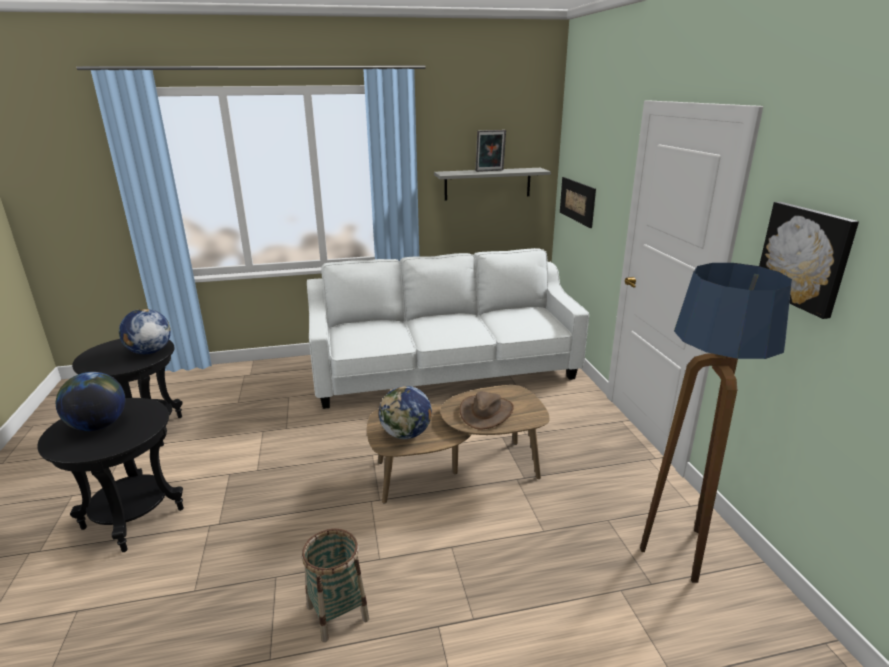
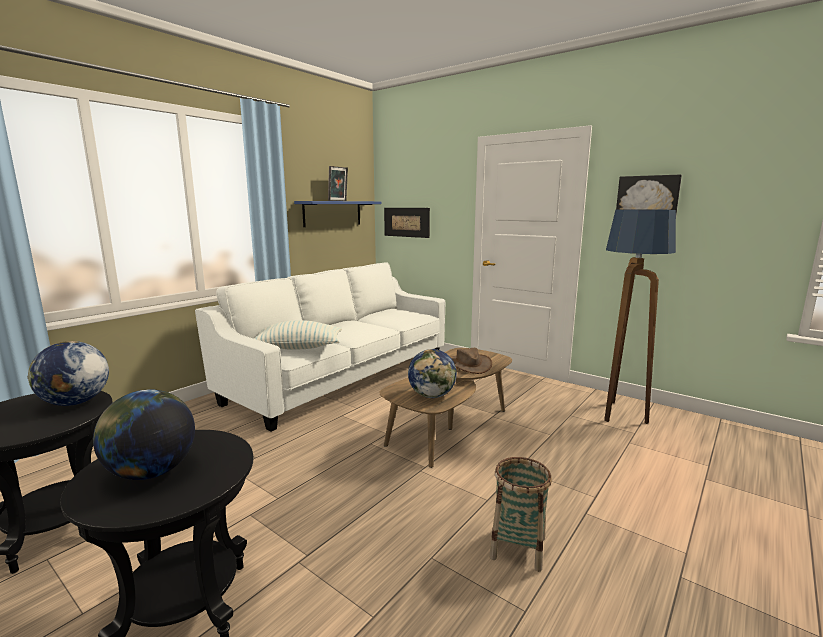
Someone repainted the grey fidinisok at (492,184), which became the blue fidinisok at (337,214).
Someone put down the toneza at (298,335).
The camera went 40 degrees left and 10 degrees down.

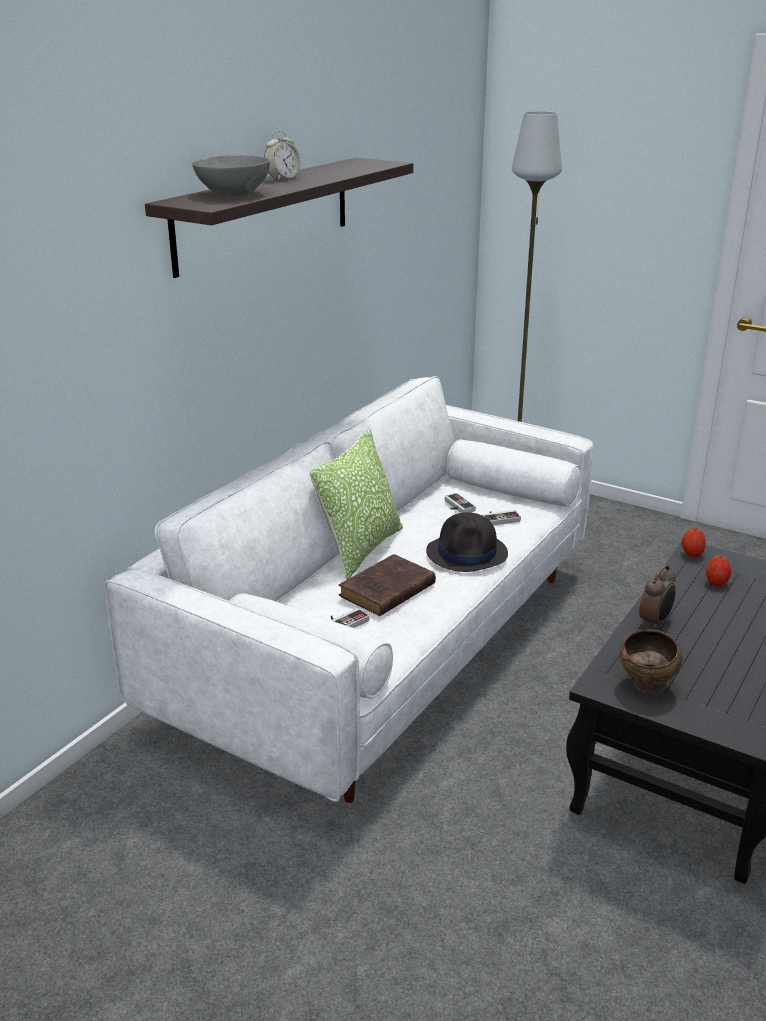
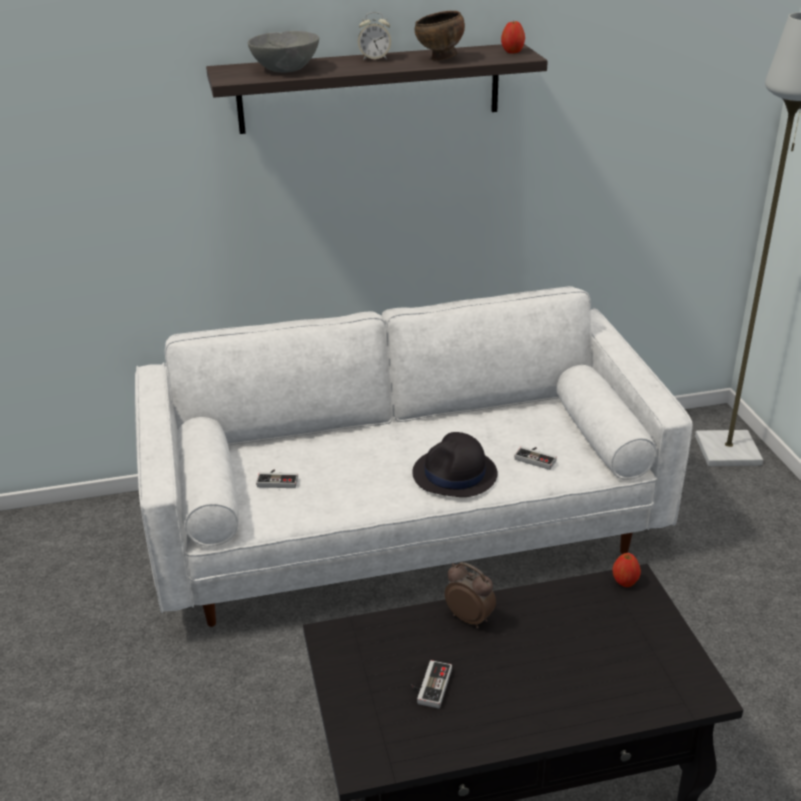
Someone took away the toneza at (356,504).
Someone carried the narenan from (460,503) to (431,684).
Someone took away the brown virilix at (387,585).
Someone carried the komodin from (718,570) to (513,36).
Someone rotated the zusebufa at (657,597) by 135 degrees counterclockwise.
Someone carried the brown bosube from (651,660) to (440,35).
The camera went 45 degrees right and 5 degrees up.

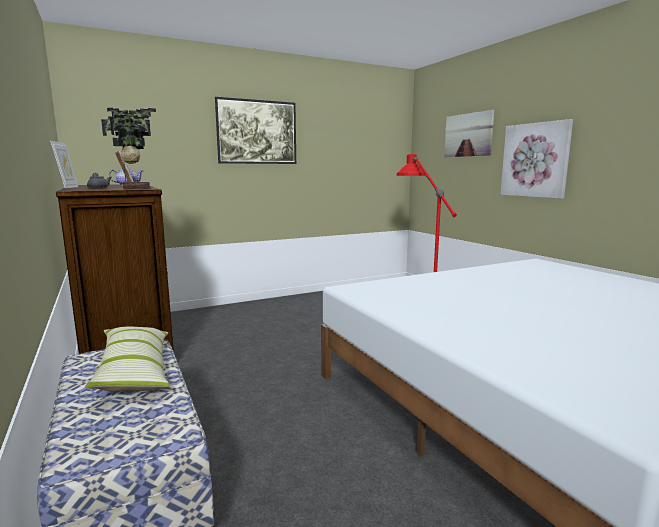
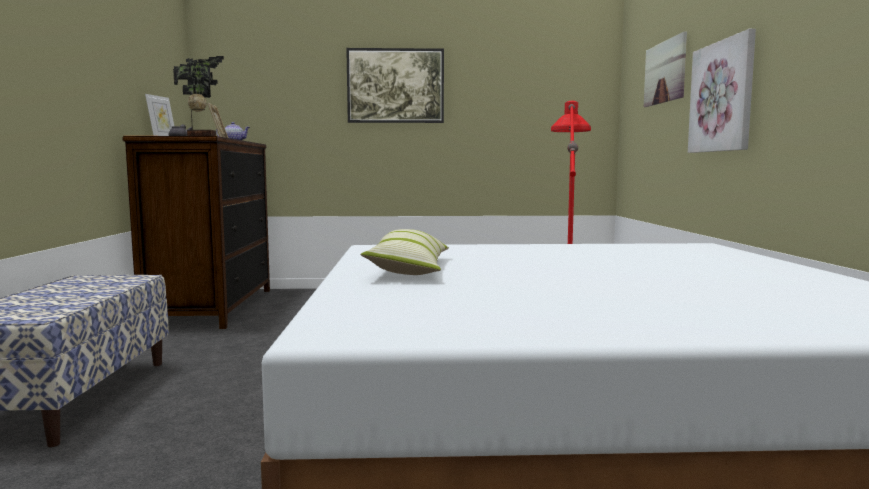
Someone carried the toneza from (127,359) to (405,252).
The camera went 25 degrees right and 5 degrees down.

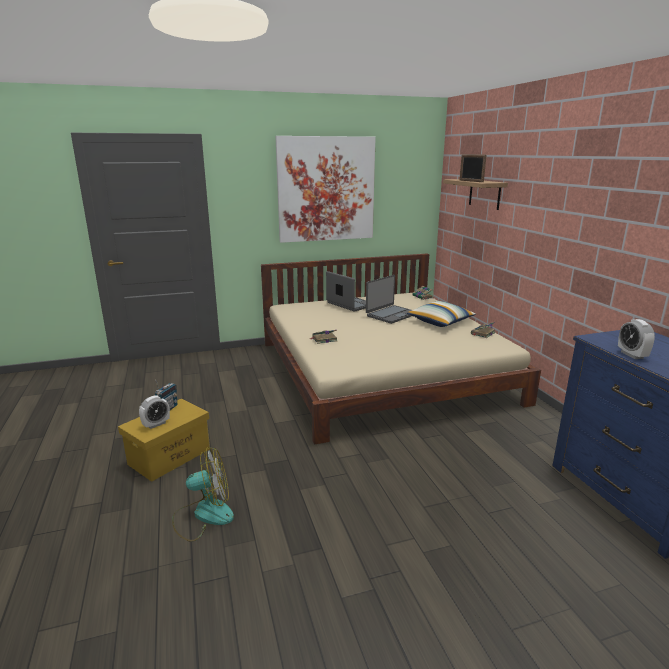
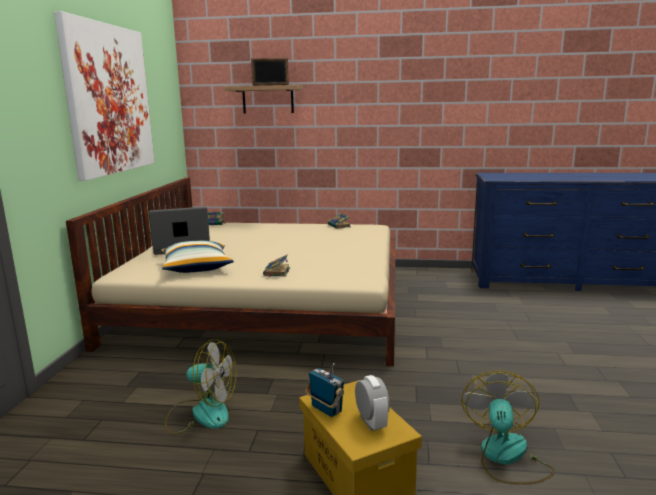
Someone took away the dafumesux at (389,299).
Someone carried the toneza from (441,314) to (197,256).
Someone took away the zusebufa at (636,339).
Someone put down the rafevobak at (200,387).
The camera went 65 degrees left and 5 degrees down.

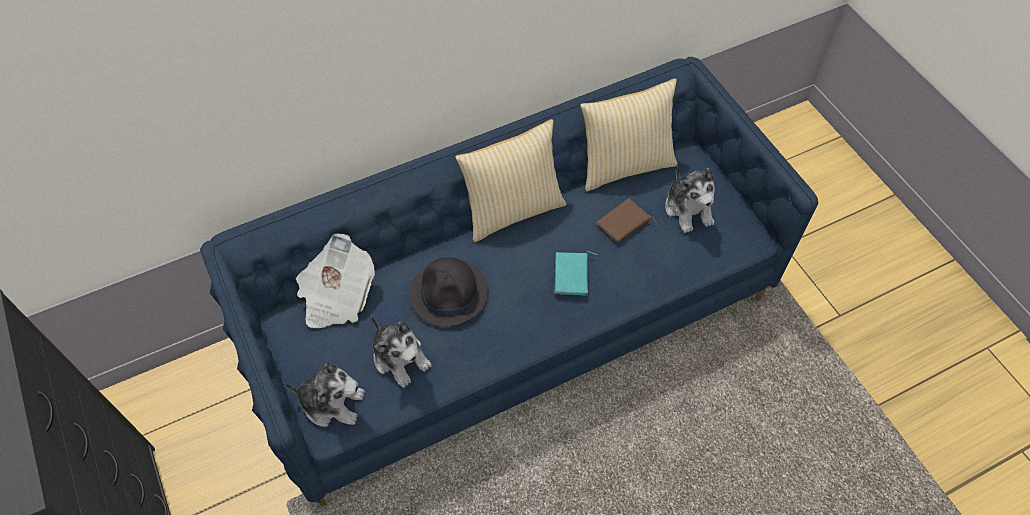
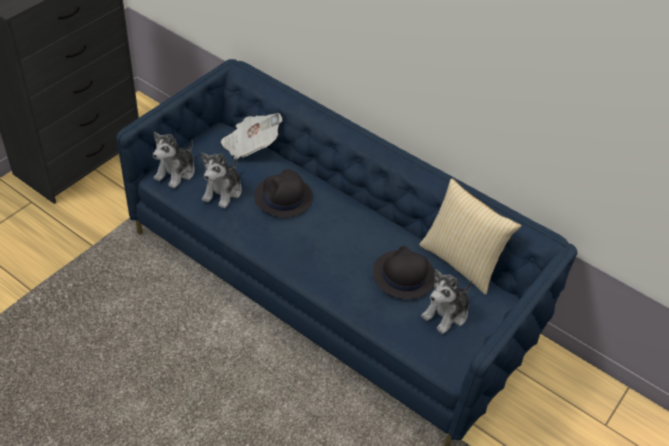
Someone took away the toneza at (510,180).
Someone swapped the brown virilix at (627,220) for the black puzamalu at (404,272).
Someone took away the turquoise virilix at (576,273).
Someone rotated the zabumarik at (324,395) by 45 degrees clockwise.
The camera went 60 degrees right and 10 degrees down.

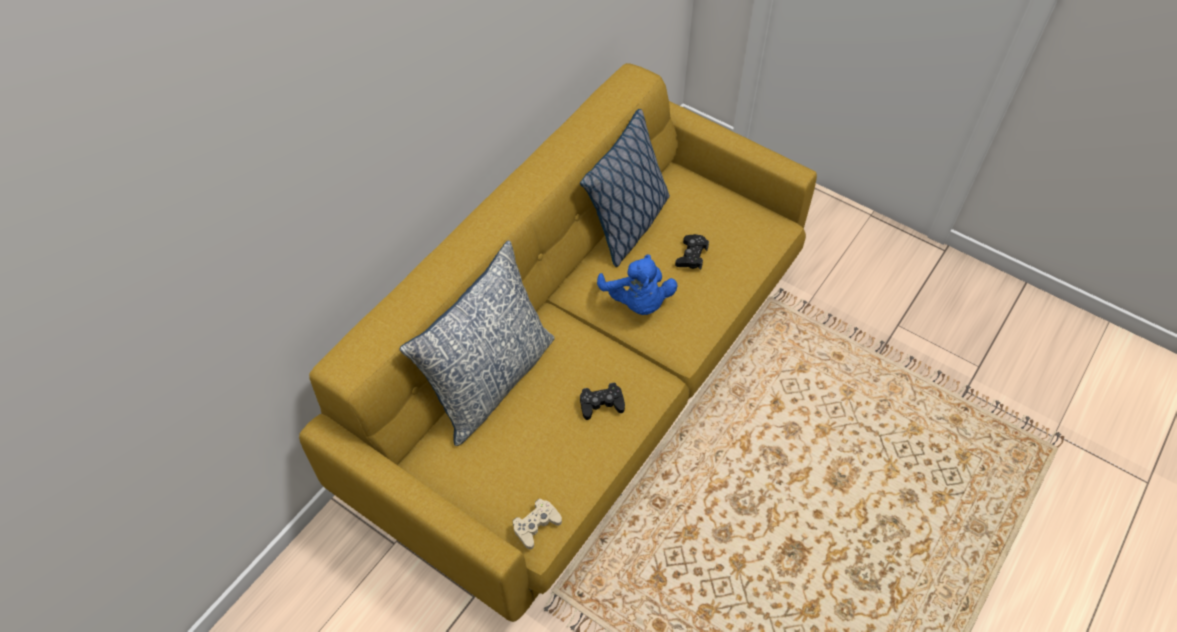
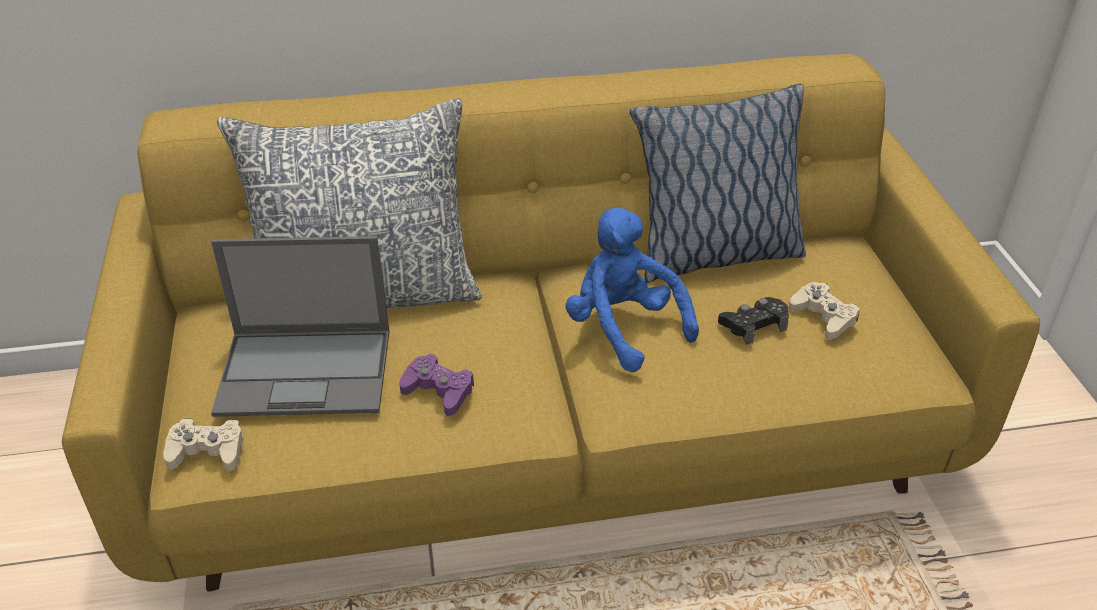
Someone rotated the blue zabumarik at (637,284) by 120 degrees clockwise.
Someone repainted the black narenan at (602,401), which became the purple narenan at (436,385).
Someone put down the dafumesux at (300,326).
Someone put down the beige narenan at (824,311).
The camera went 45 degrees right and 15 degrees down.

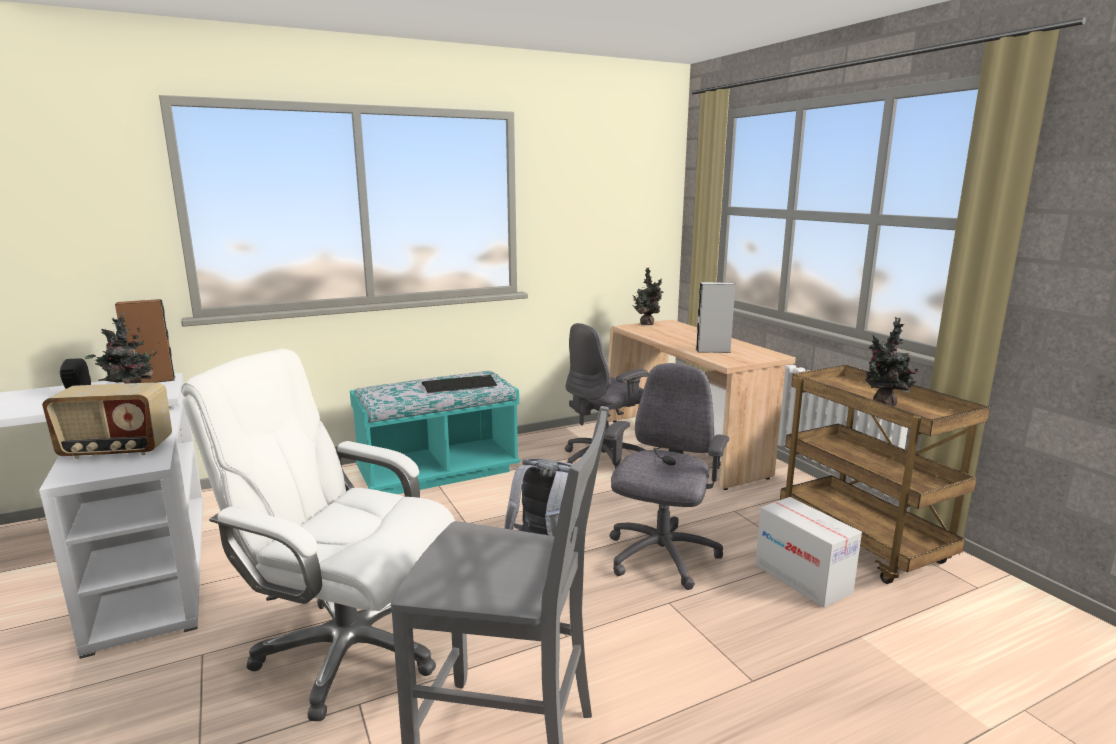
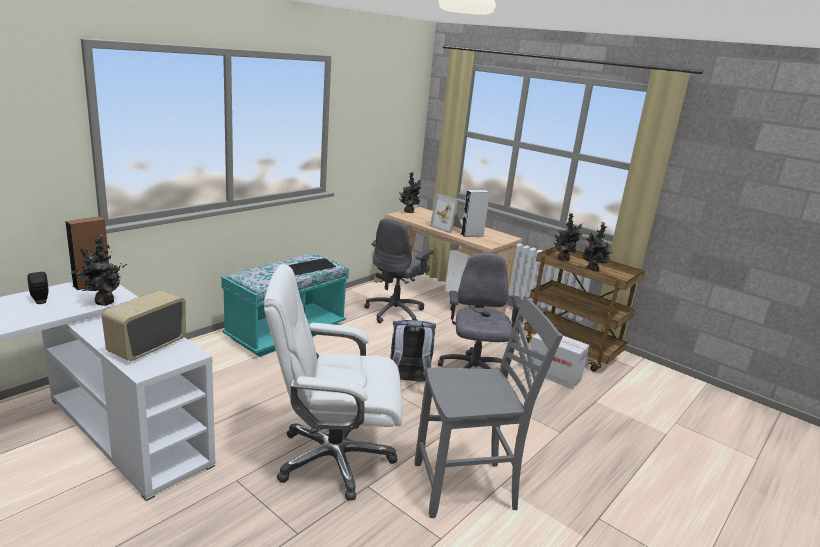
Someone rotated the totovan at (107,420) by 150 degrees clockwise.
Someone put down the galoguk at (446,213).
Someone put down the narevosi at (568,237).
The camera went 25 degrees left and 5 degrees up.

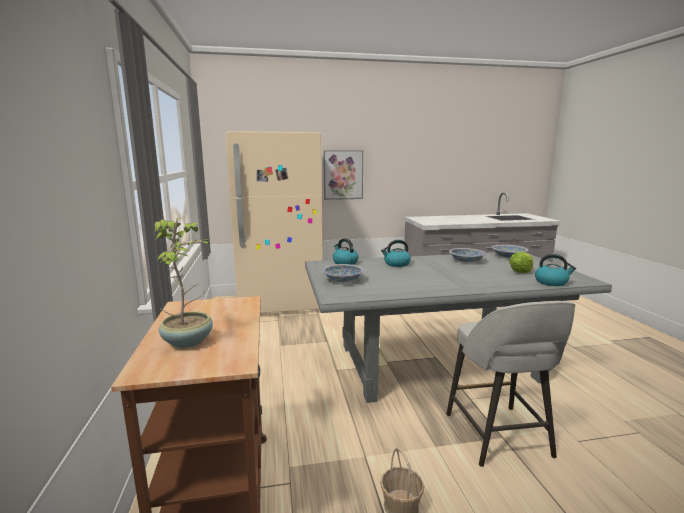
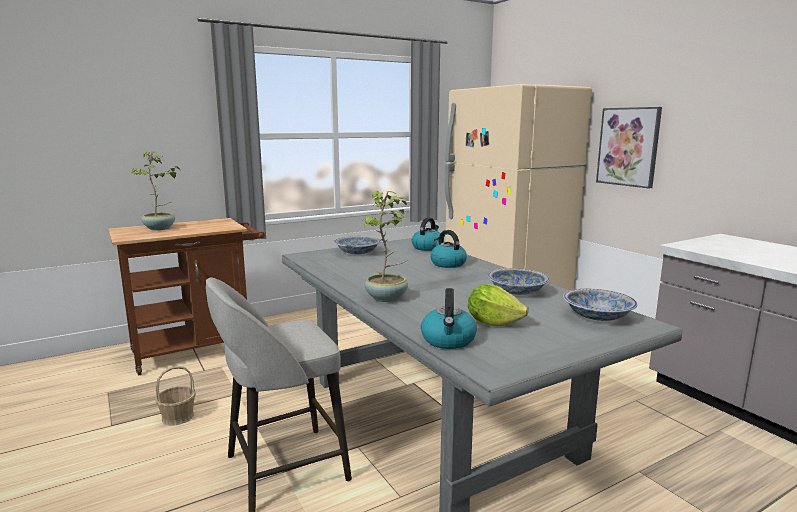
Someone put down the narevosi at (386,246).
The camera went 70 degrees right and 0 degrees up.

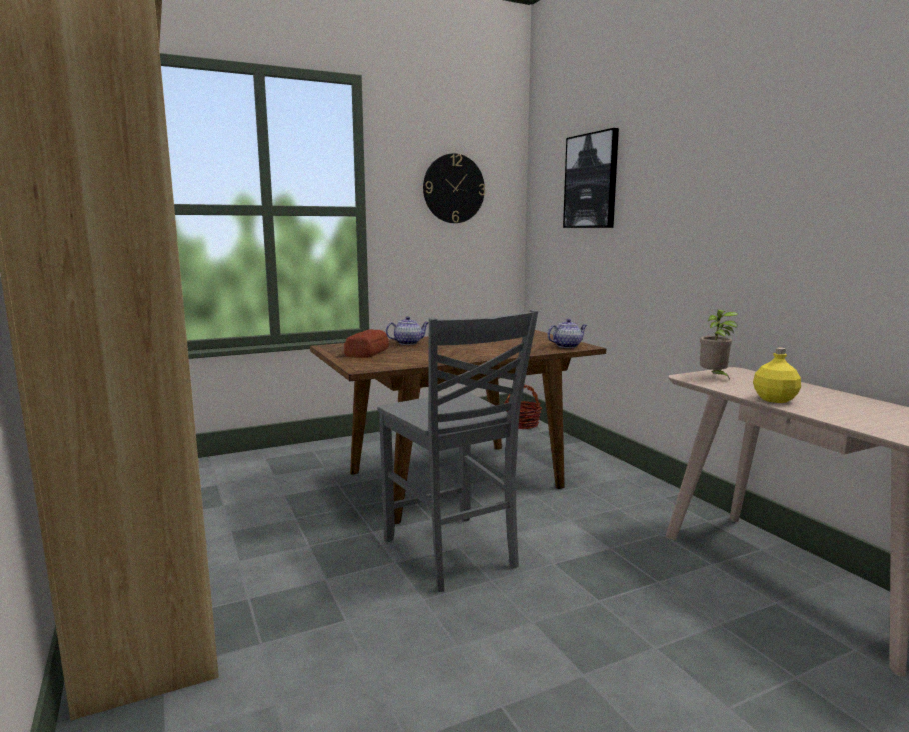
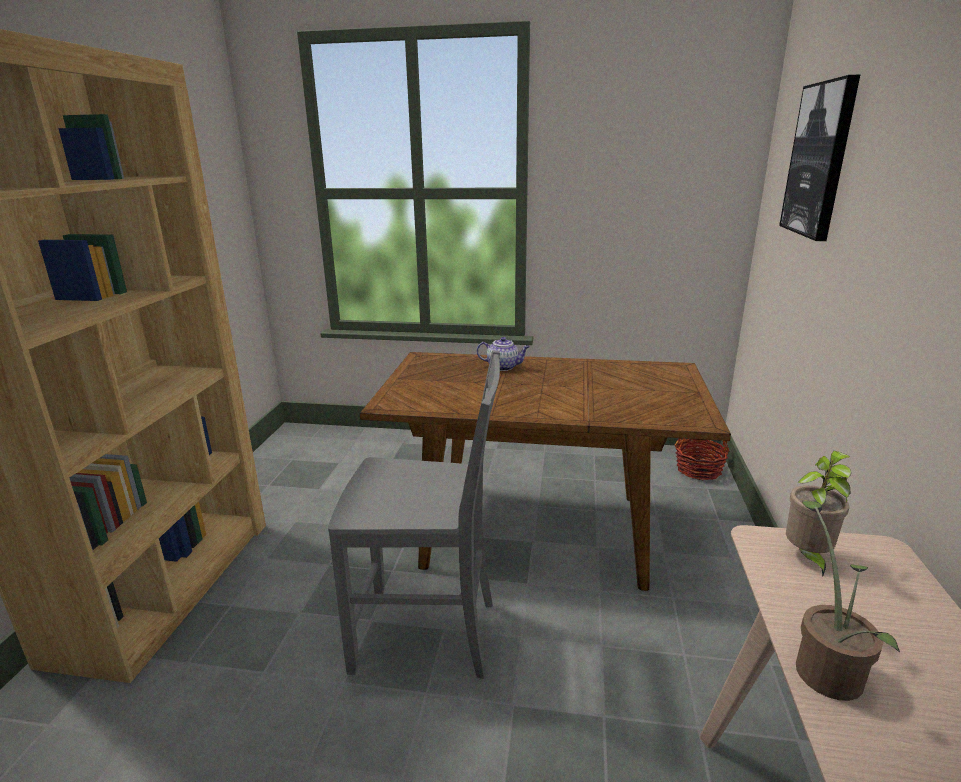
Someone took away the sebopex at (454,188).
Someone rotated the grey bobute at (457,451) by 90 degrees counterclockwise.
Someone took away the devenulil at (567,333).
Someone took away the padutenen at (366,343).
Someone swapped the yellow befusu at (777,375) for the narevosi at (848,601).
The camera went 35 degrees right and 10 degrees up.

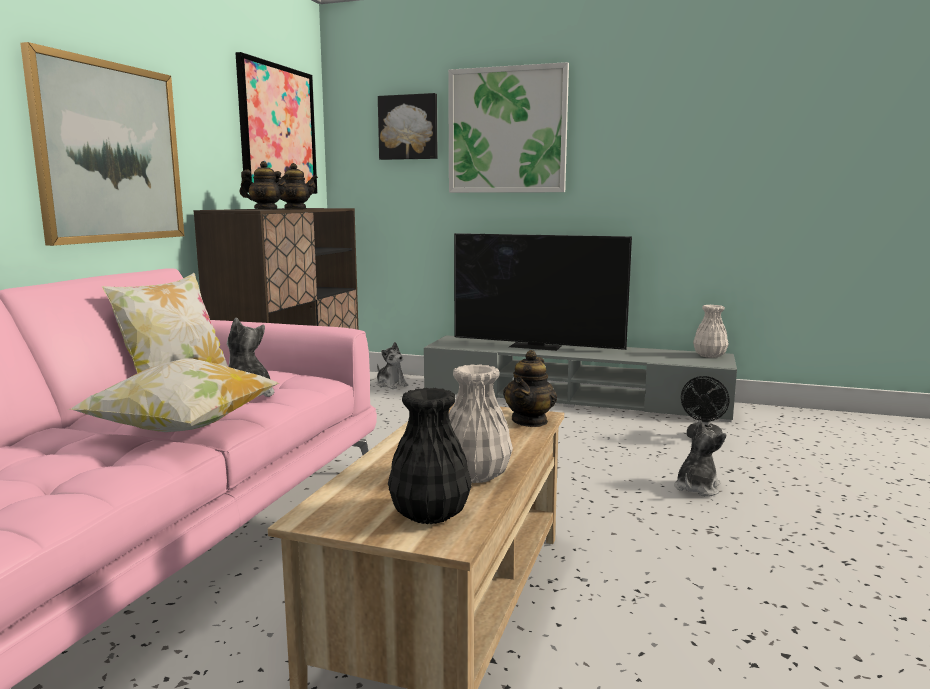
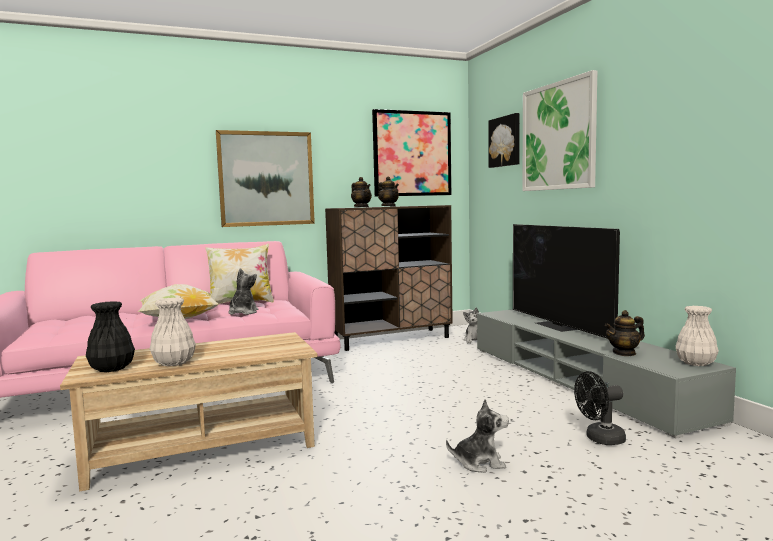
Someone carried the devenulil from (530,388) to (625,333).
The camera went 50 degrees right and 5 degrees down.

